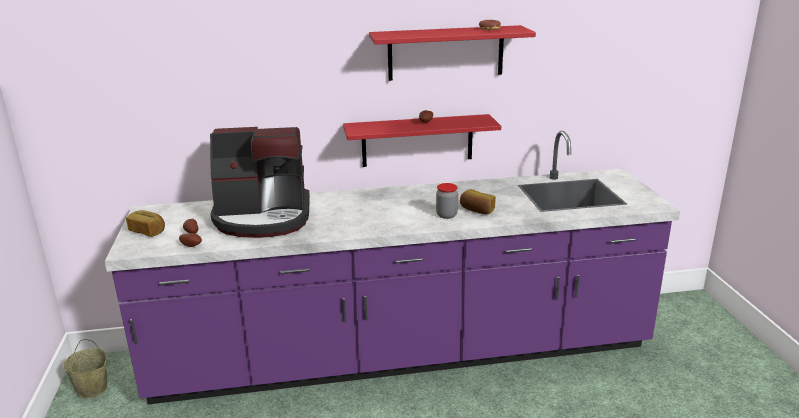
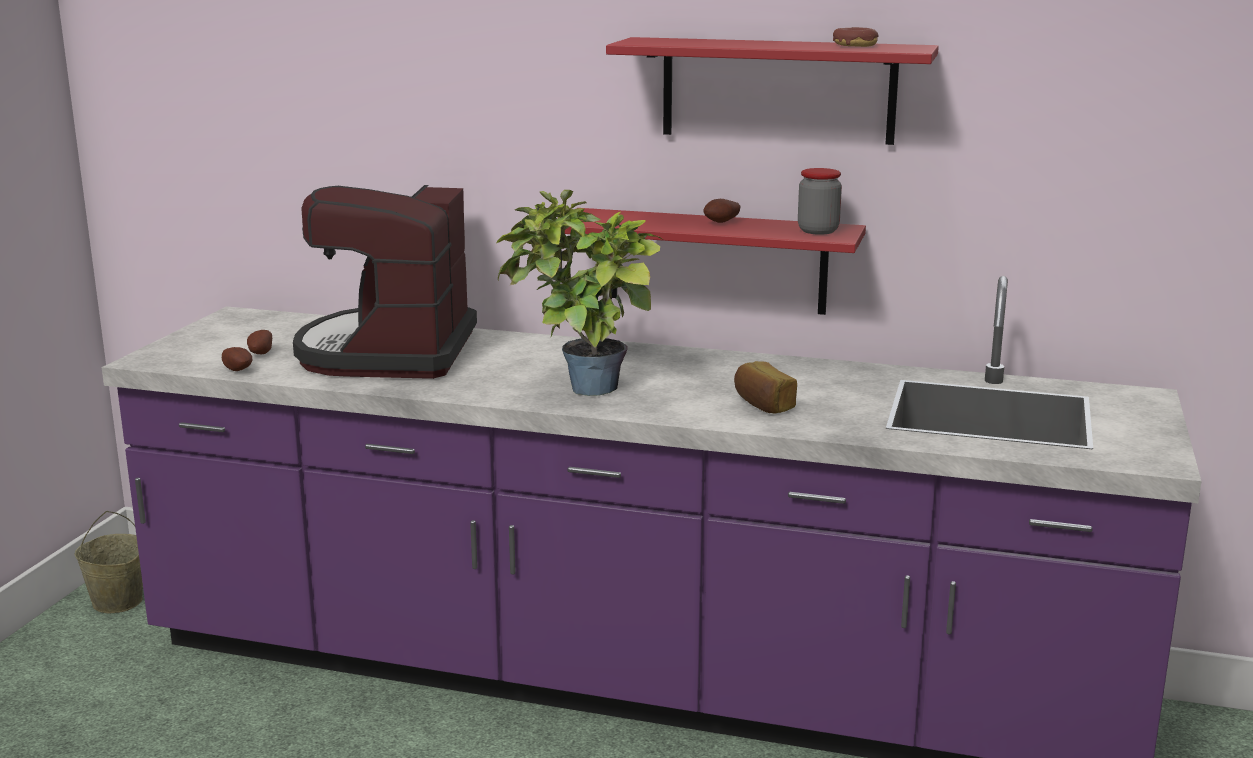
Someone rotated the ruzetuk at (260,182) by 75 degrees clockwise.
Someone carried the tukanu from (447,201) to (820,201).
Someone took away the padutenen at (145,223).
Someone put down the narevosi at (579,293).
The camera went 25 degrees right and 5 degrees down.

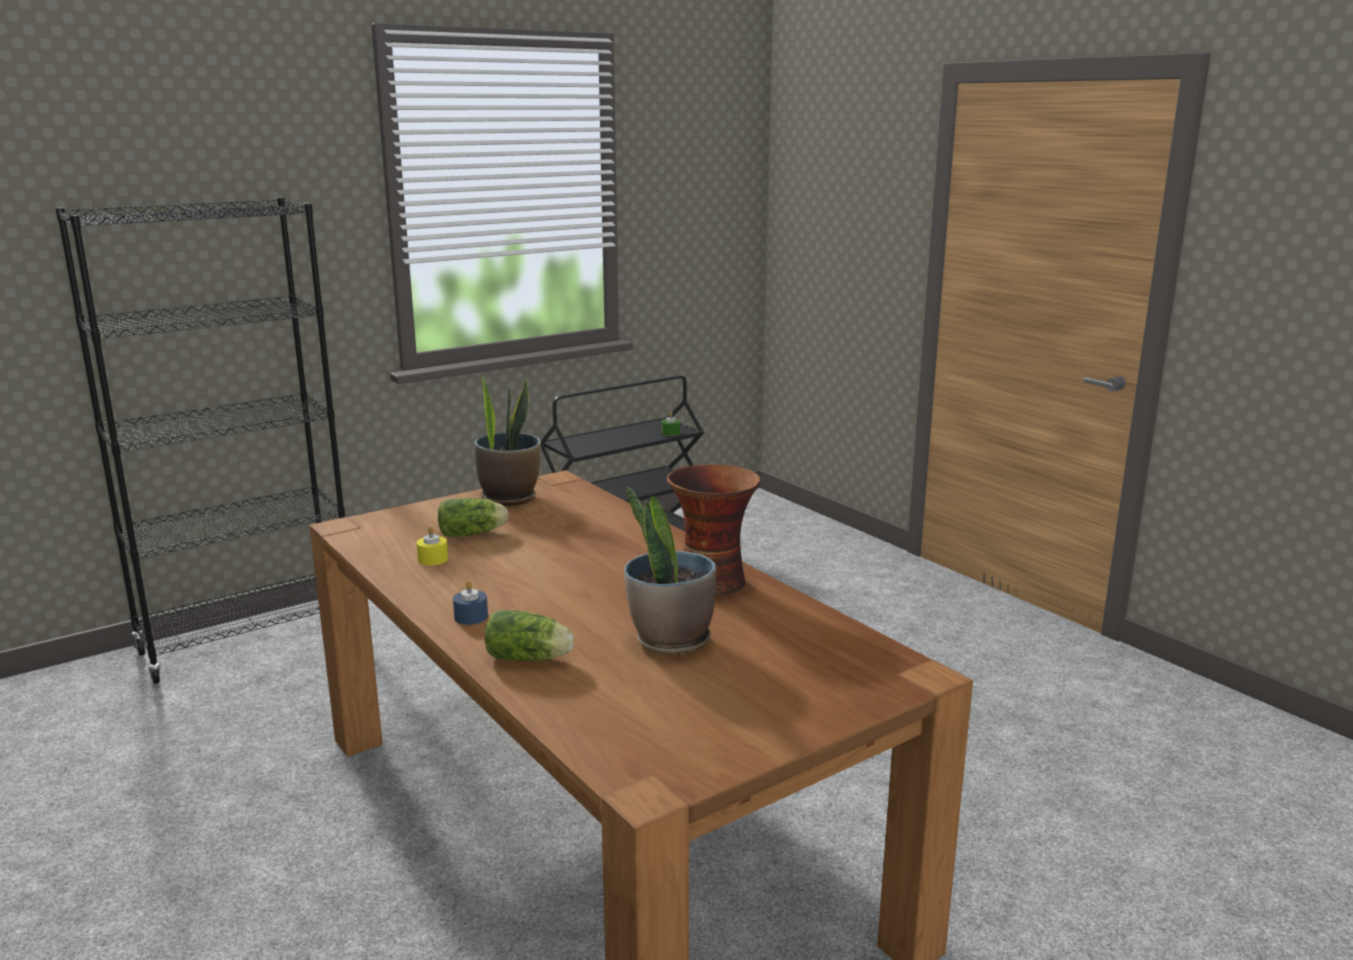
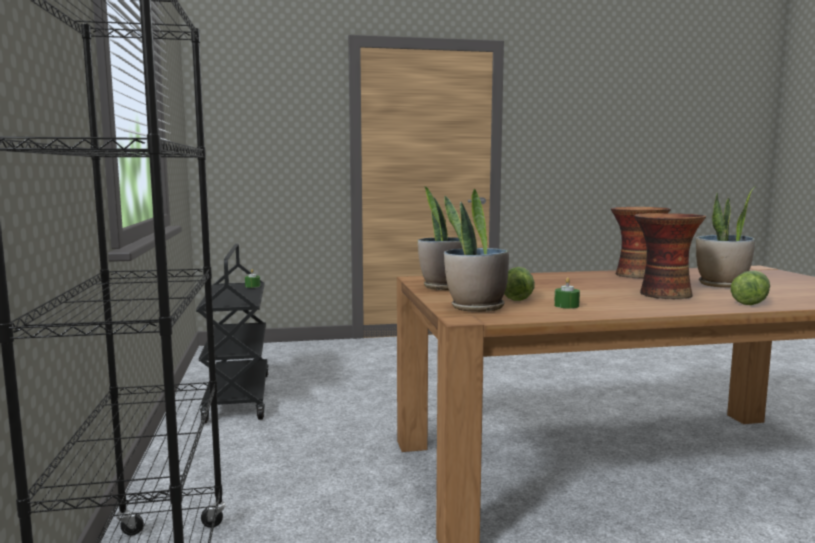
Someone repainted the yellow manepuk at (432,546), which became the green manepuk at (567,293).
Someone took away the blue manepuk at (470,602).
Someone put down the narevosi at (476,250).
Someone put down the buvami at (670,256).
The camera went 65 degrees left and 10 degrees down.

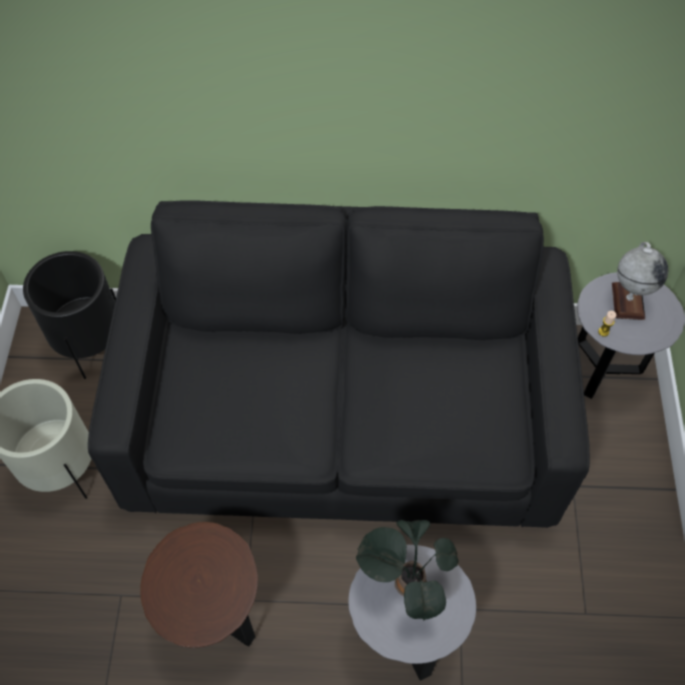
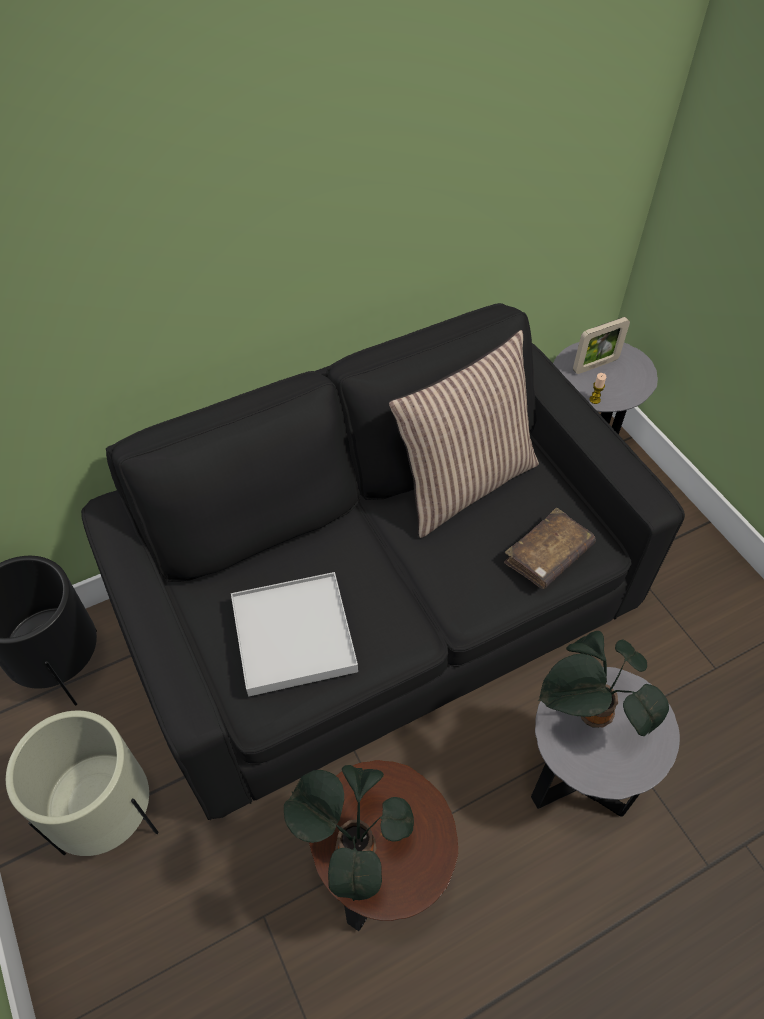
Someone swapped the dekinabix at (640,281) for the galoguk at (601,345).
Someone put down the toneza at (464,434).
Someone put down the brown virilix at (550,548).
Someone put down the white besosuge at (294,634).
Someone put down the narevosi at (349,833).
The camera went 30 degrees left and 5 degrees down.

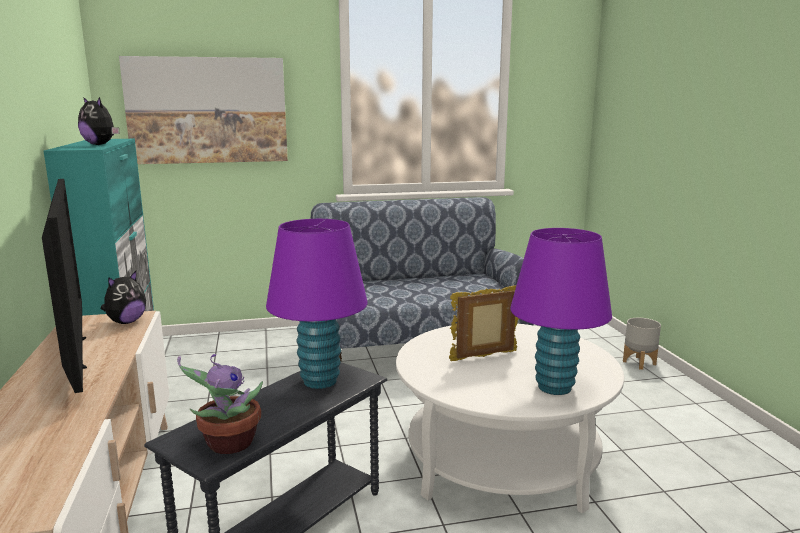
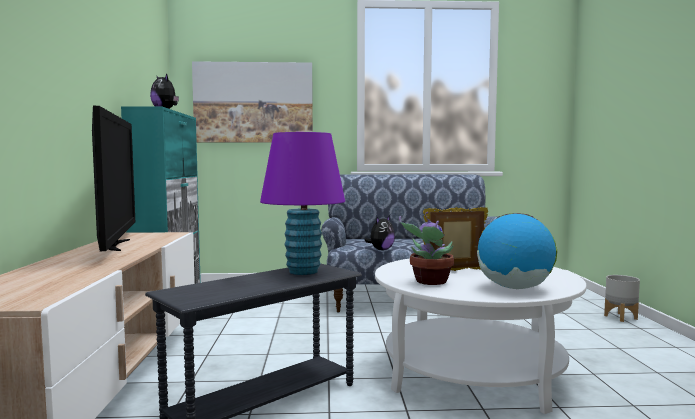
Someone swapped the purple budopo at (561,311) for the dekinabix at (517,251).
Someone carried the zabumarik from (123,297) to (379,233).
Someone carried the narevosi from (220,404) to (426,248).
The camera went 10 degrees right and 10 degrees down.

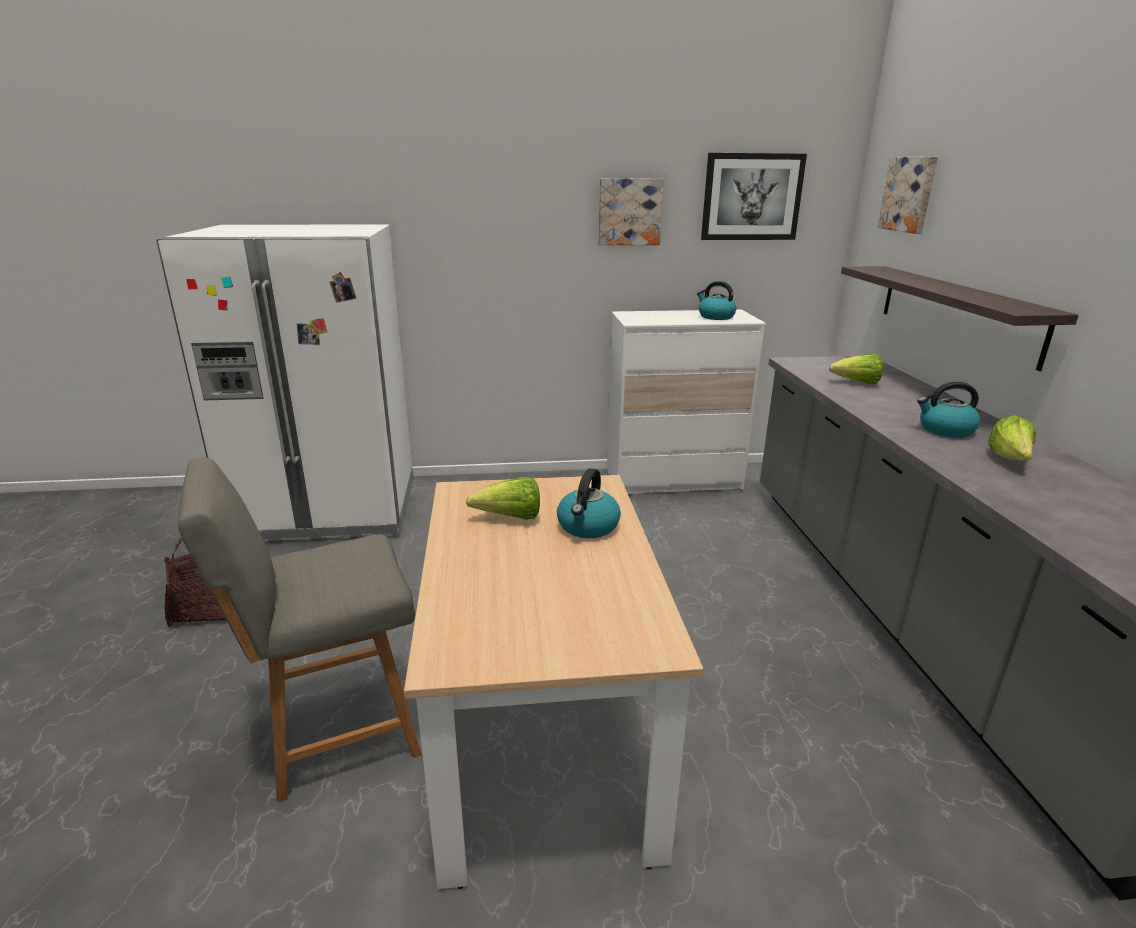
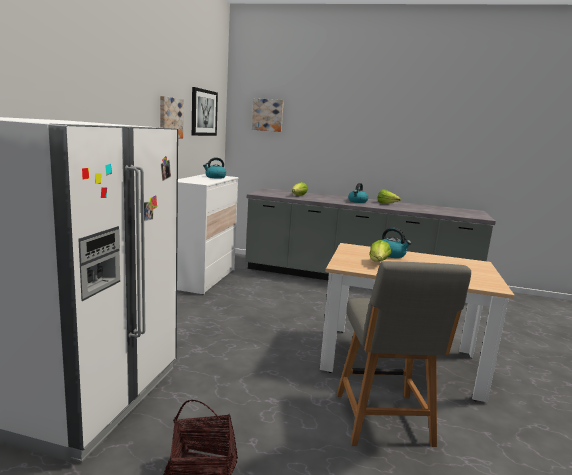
Someone took away the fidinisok at (960,318).
The camera went 70 degrees left and 10 degrees down.

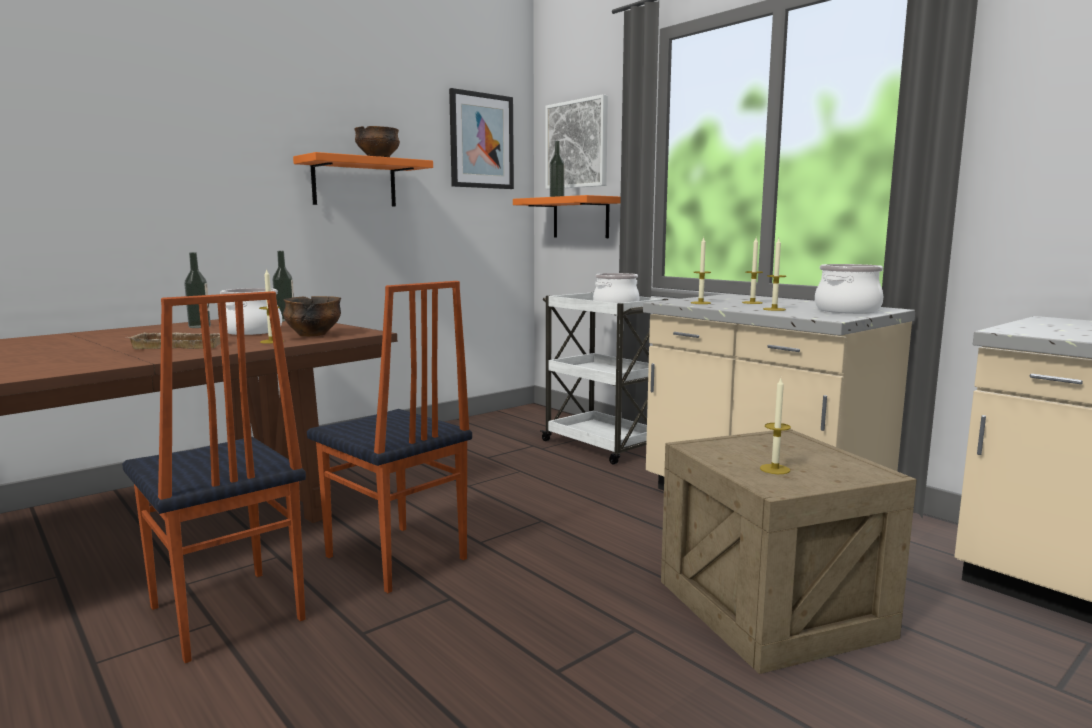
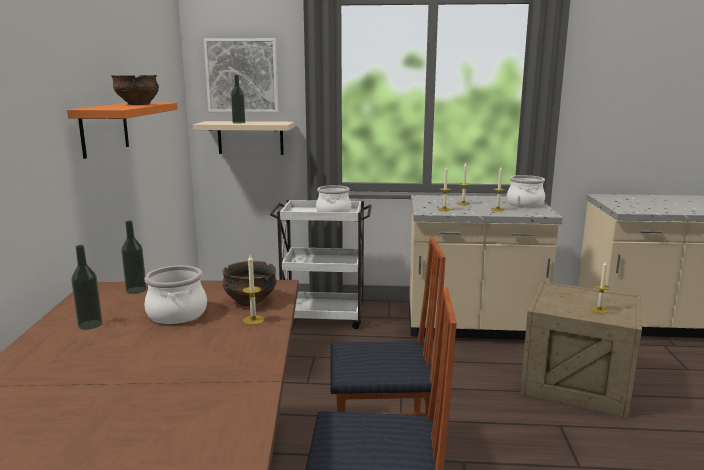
Someone took away the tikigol at (481,138).
Someone repainted the orange fidinisok at (567,216), which became the beige fidinisok at (244,138).
Someone took away the beige besosuge at (175,340).
The camera went 45 degrees left and 5 degrees up.

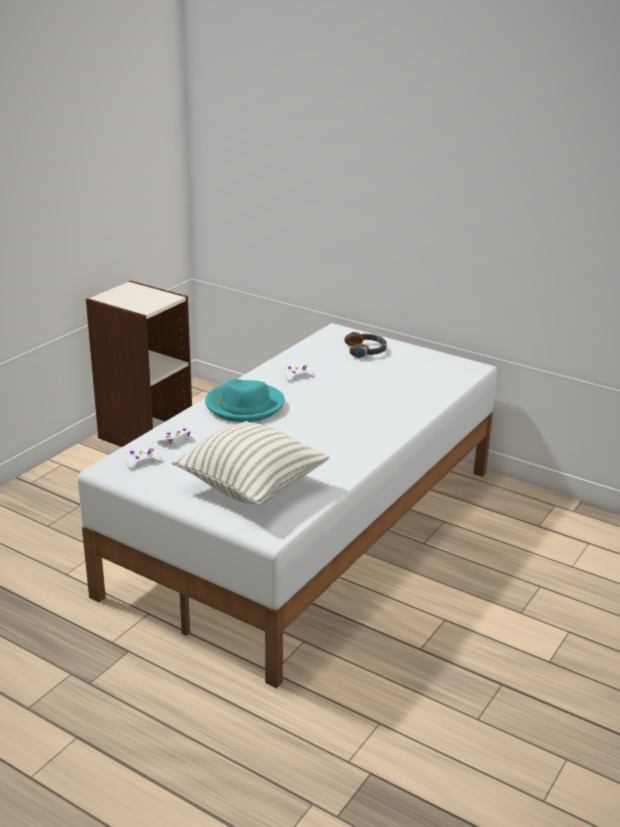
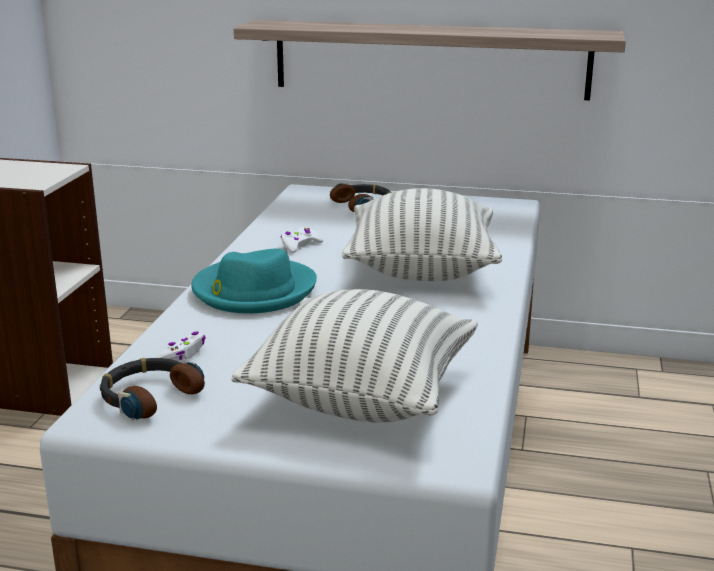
Someone swapped the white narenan at (144,458) for the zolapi at (152,389).
Someone put up the fidinisok at (430,60).
Someone put down the toneza at (422,234).
The camera went 20 degrees left and 5 degrees down.

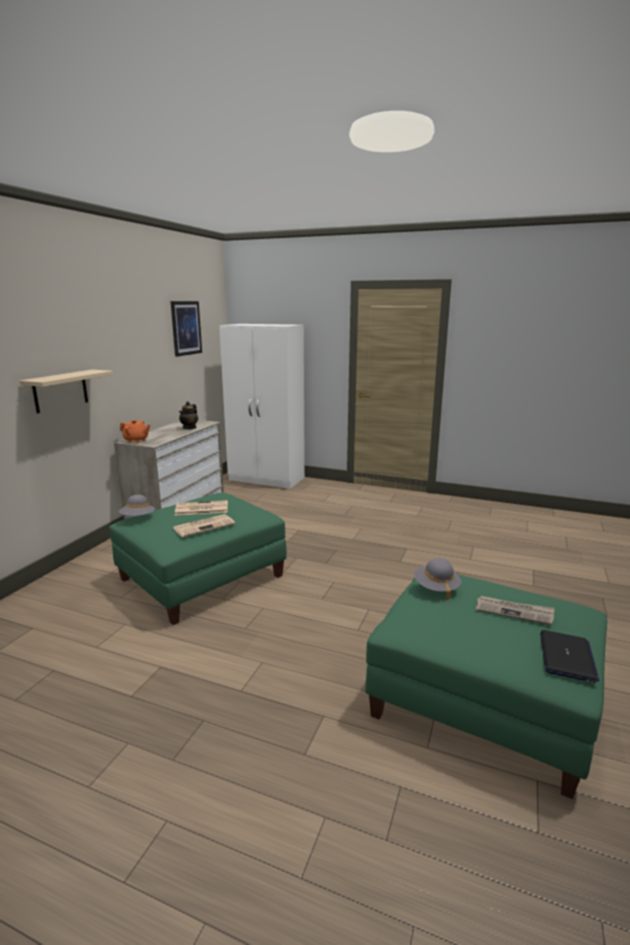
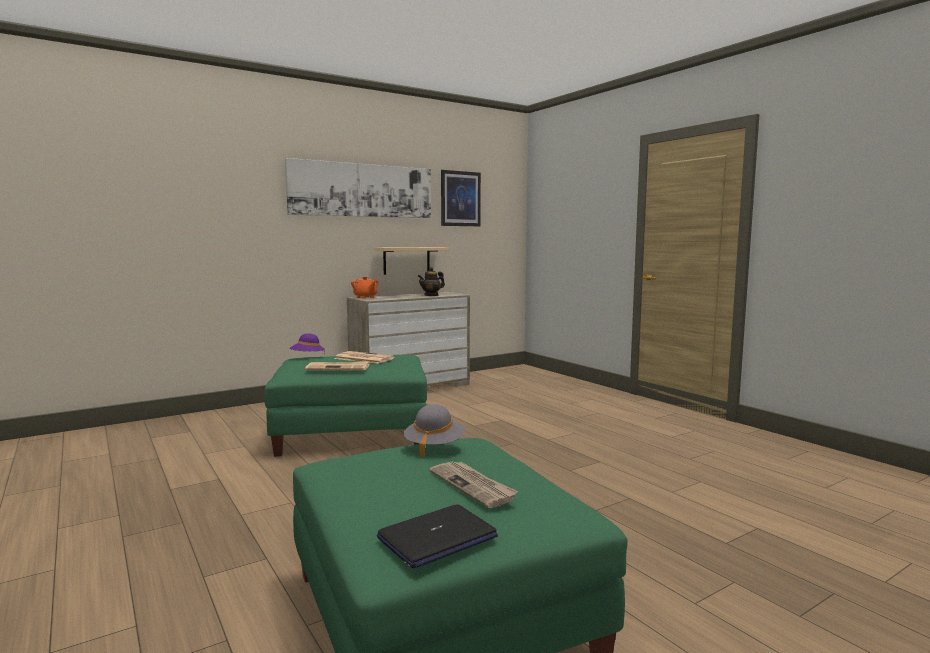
Someone took away the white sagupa at (262,406).
Someone carried the beige fidinisok from (66,391) to (411,261).
Someone repainted the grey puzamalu at (136,505), which became the purple puzamalu at (307,344).
Someone put up the tikigol at (358,188).
The camera went 35 degrees right and 10 degrees down.

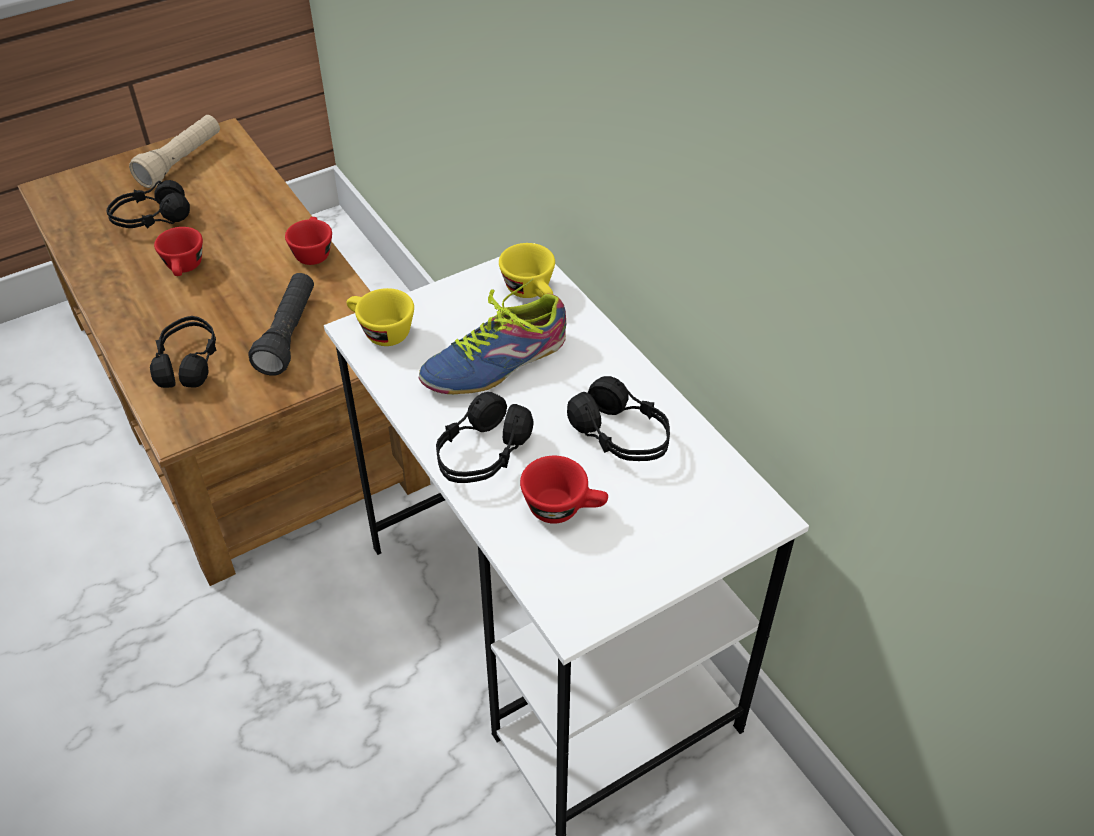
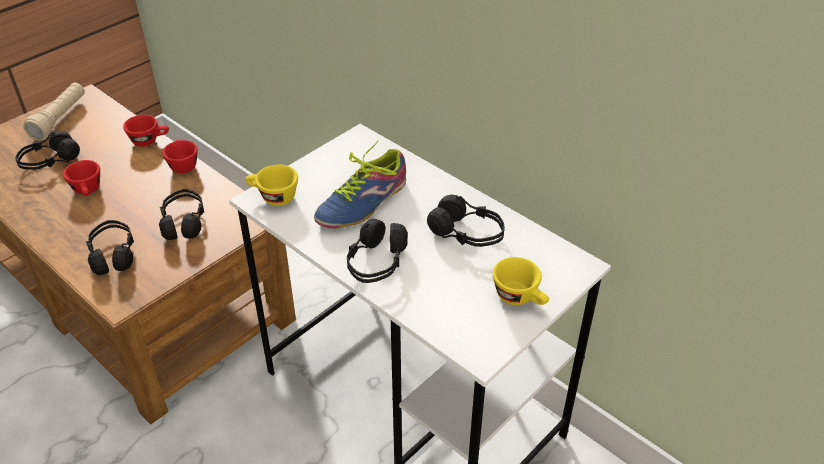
Someone carried the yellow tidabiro from (527,270) to (521,281).
Someone swapped the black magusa at (281,324) for the black zolapi at (181,214).
Someone carried the red tidabiro from (564,490) to (146,130).
The camera went 15 degrees left and 5 degrees down.

